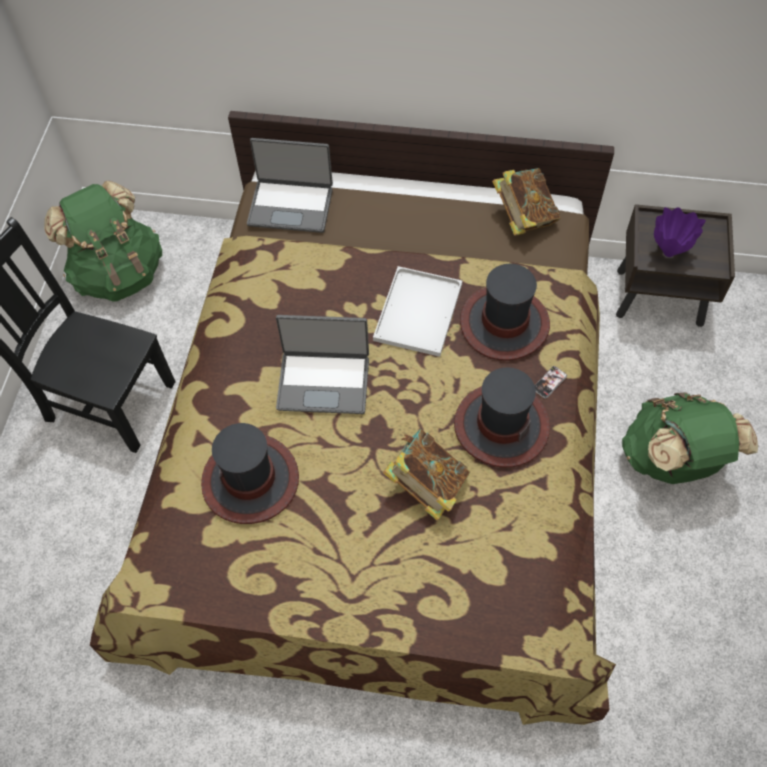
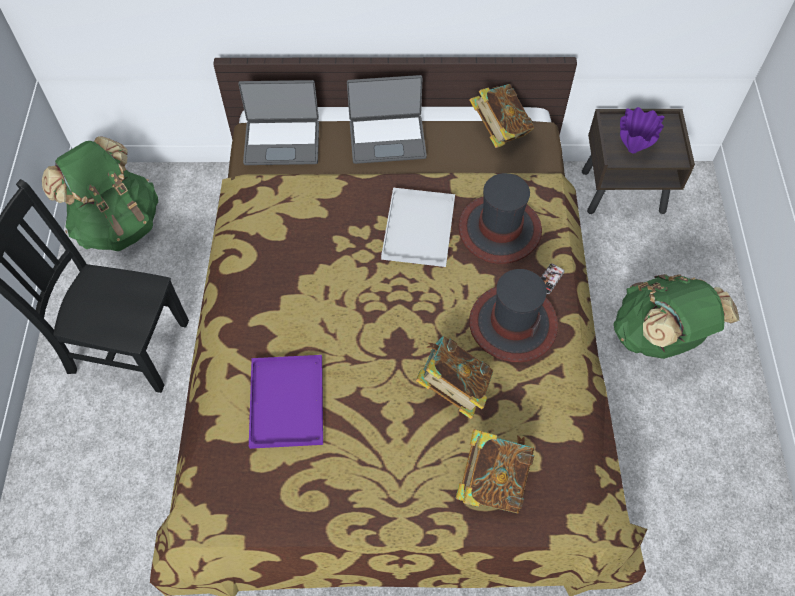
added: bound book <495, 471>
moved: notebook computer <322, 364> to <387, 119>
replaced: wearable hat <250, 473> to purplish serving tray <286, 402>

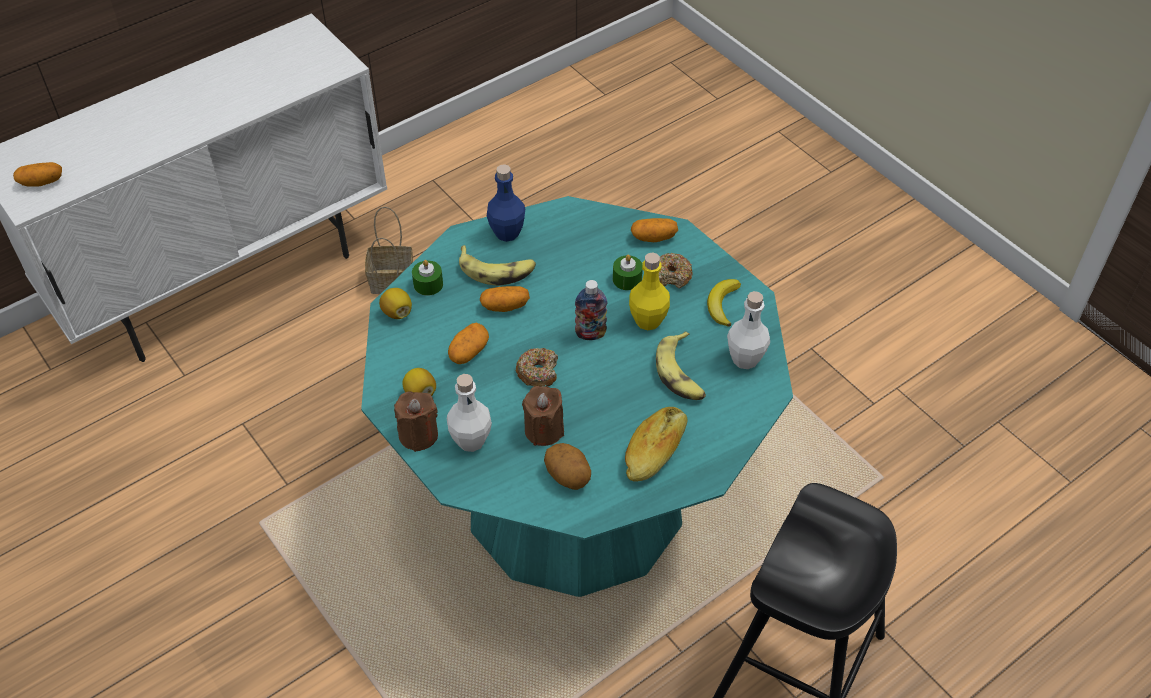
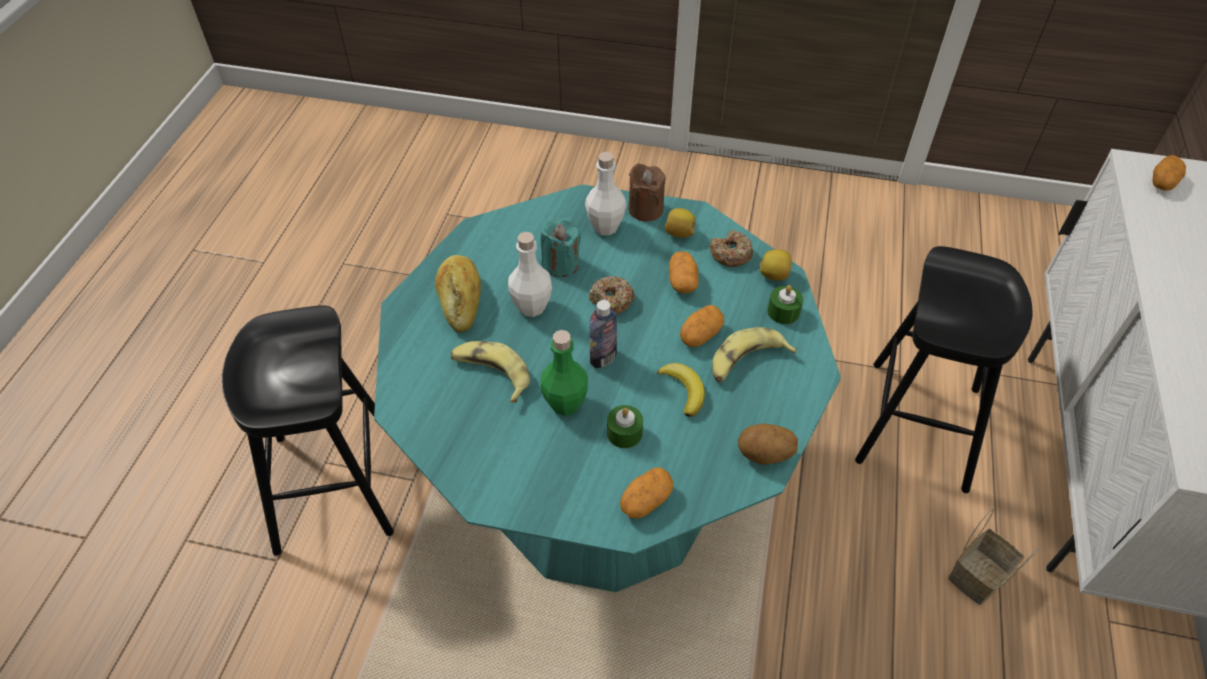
removed: blue-coloured beverage bottle <506, 203>
added: black sitting stool <944, 369>
moved: whole potato <567, 466> to <768, 444>; doughnut <676, 270> to <731, 248>; banana fruit <724, 303> to <681, 390>; whitish beverage bottle <748, 330> to <530, 274>
recoloured: brownish candle <543, 416> to turquoise candle <561, 247>; yellow-coloured beverage bottle <649, 291> to greenish beverage bottle <564, 373>

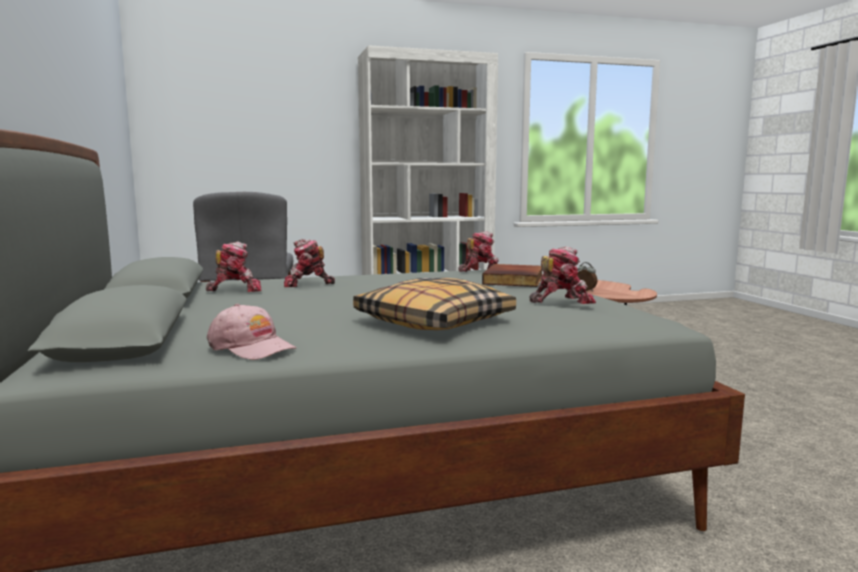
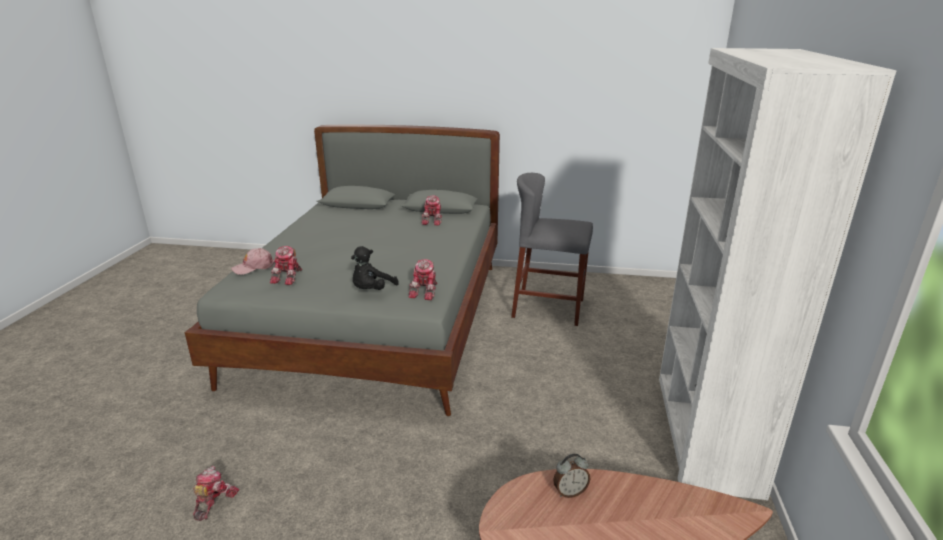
removed: throw pillow <434, 304>
moved: pinkish peaked cap <251, 332> to <253, 261>; model robot <309, 263> to <216, 493>
replaced: bound book <512, 275> to black cuddly toy <375, 268>

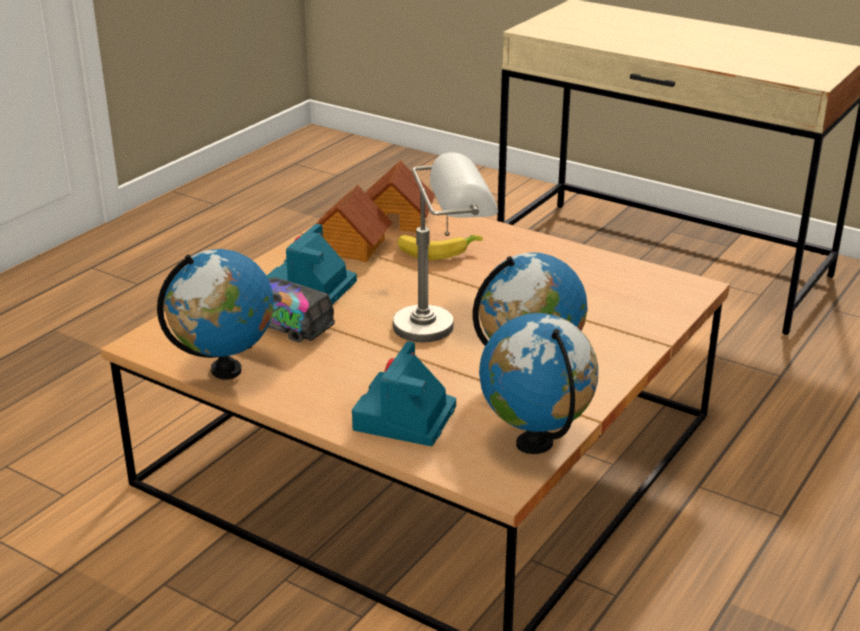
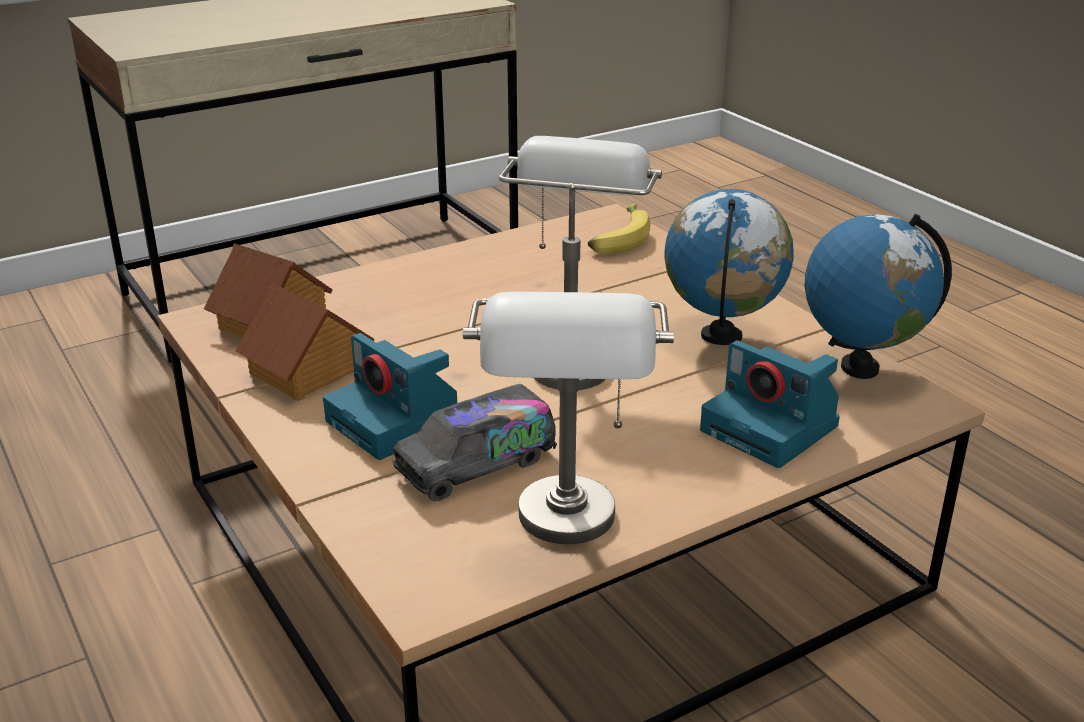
moved: banana fruit <440, 247> to <619, 229>
replaced: desk globe <215, 314> to grey table lamp <568, 418>

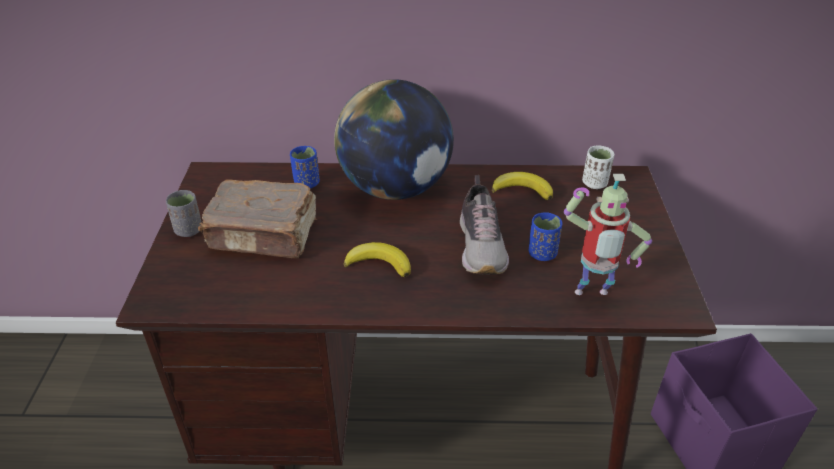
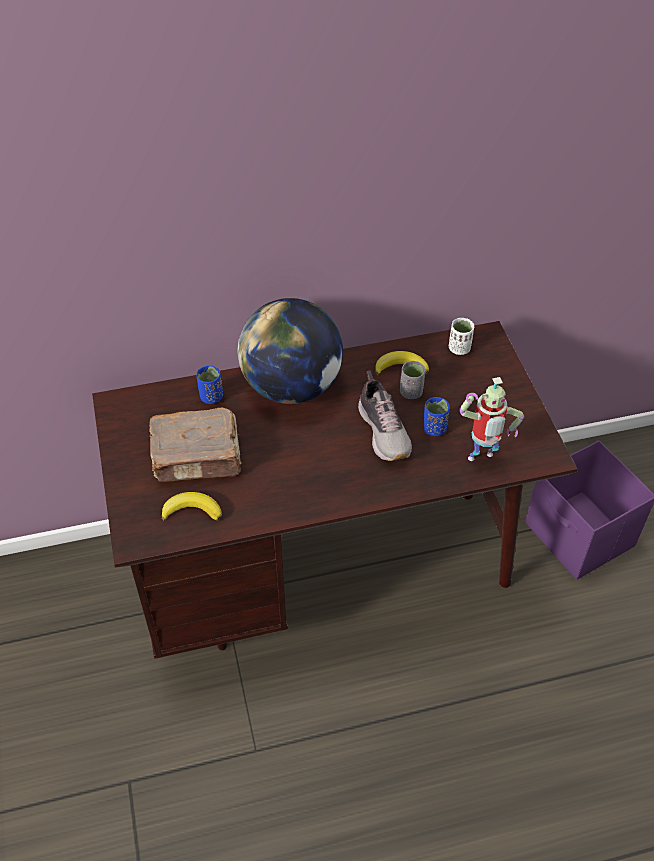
moved: grey small cup <183, 213> to <412, 380>; banana fruit <377, 259> to <192, 506>

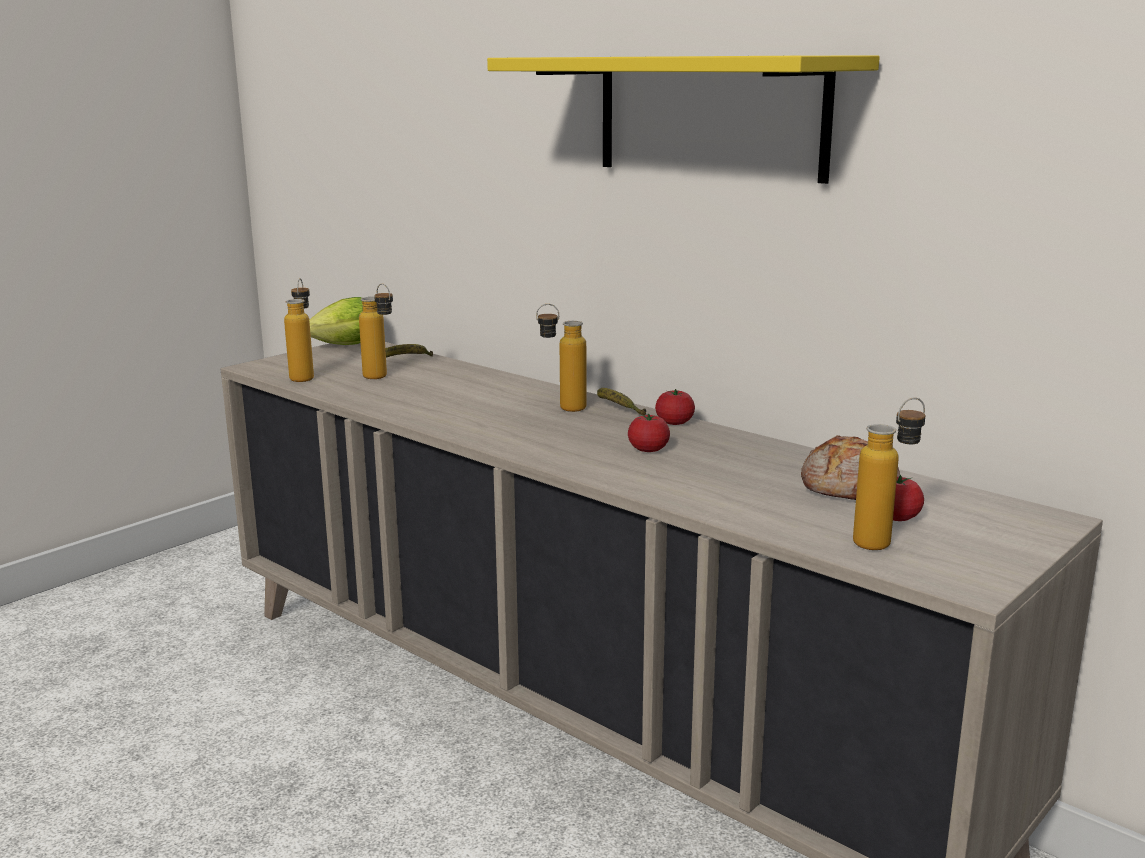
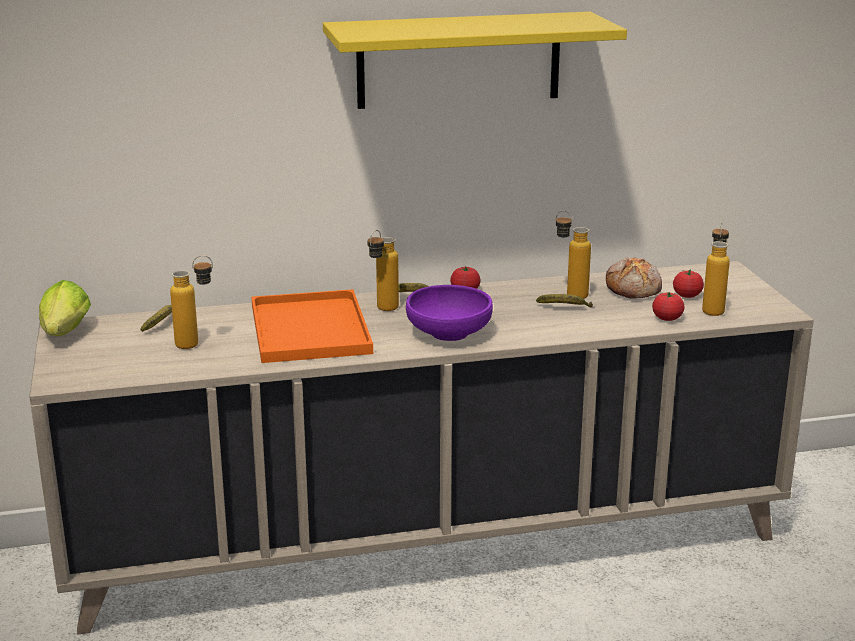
added: orangey serving tray <312, 326>; purplish deep dish <449, 313>; banana fruit <564, 300>
moved: beverage bottle <299, 330> to <573, 254>; tomato <649, 432> to <668, 306>

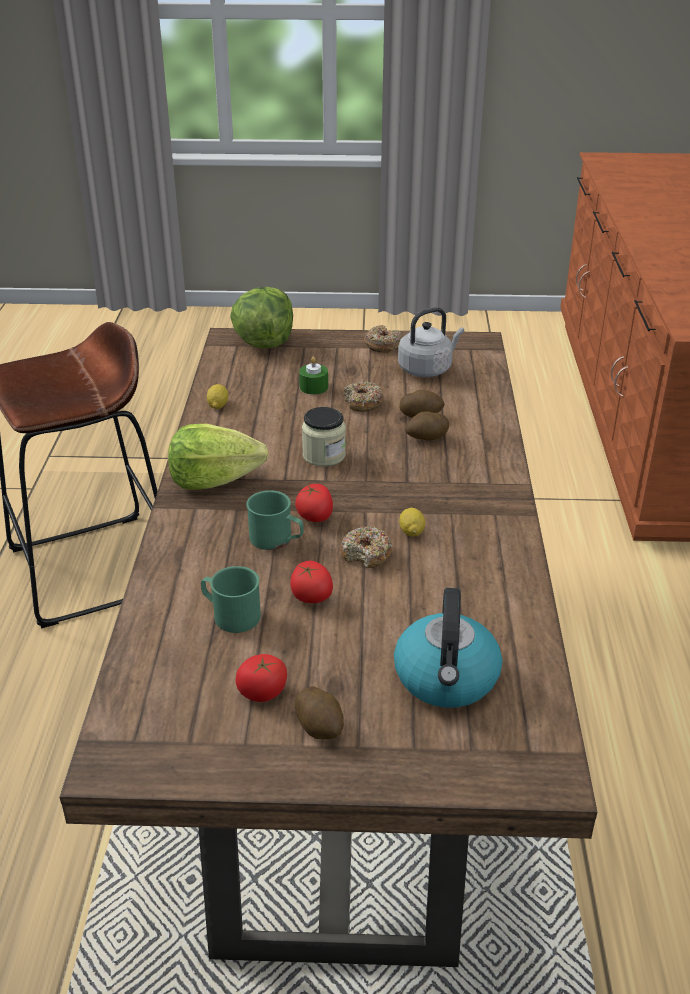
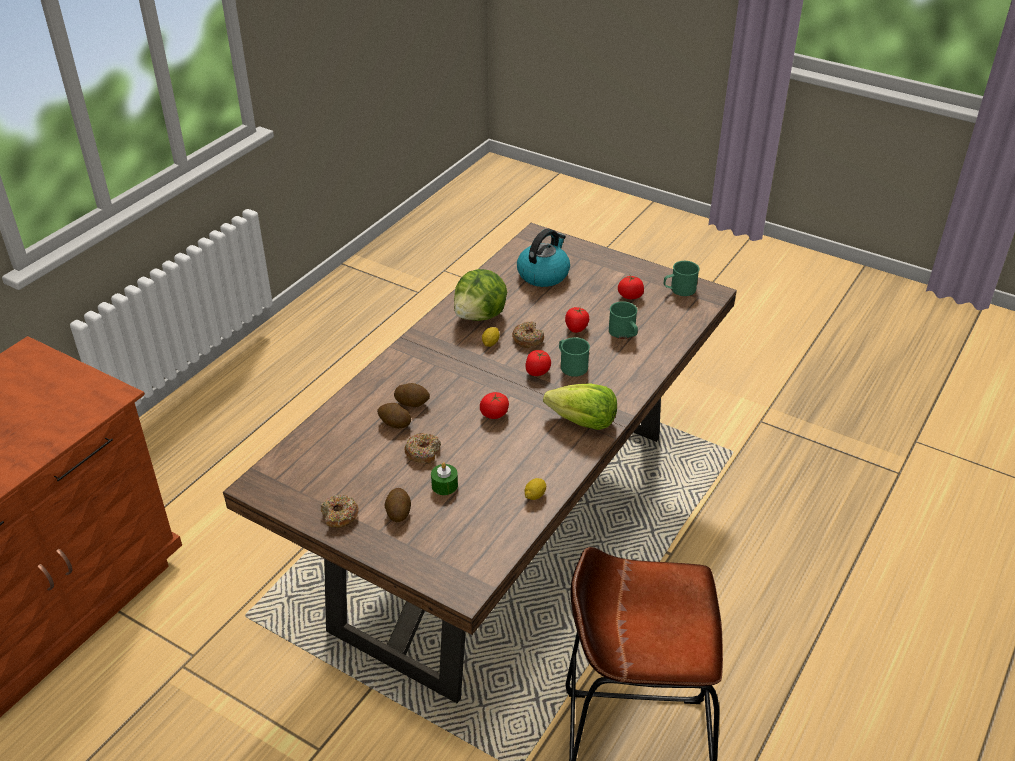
removed: grey tea kettle <431, 342>
added: greenish mug <681, 278>
moved: lettuce head <261, 318> to <480, 295>; whole potato <319, 712> to <398, 505>
replaced: storage jar <324, 437> to tomato <494, 405>

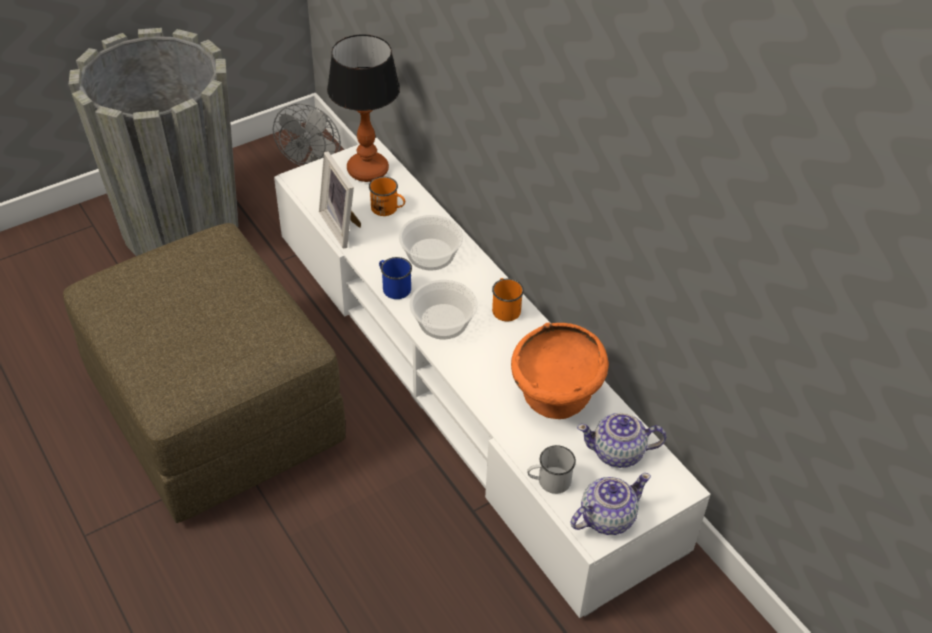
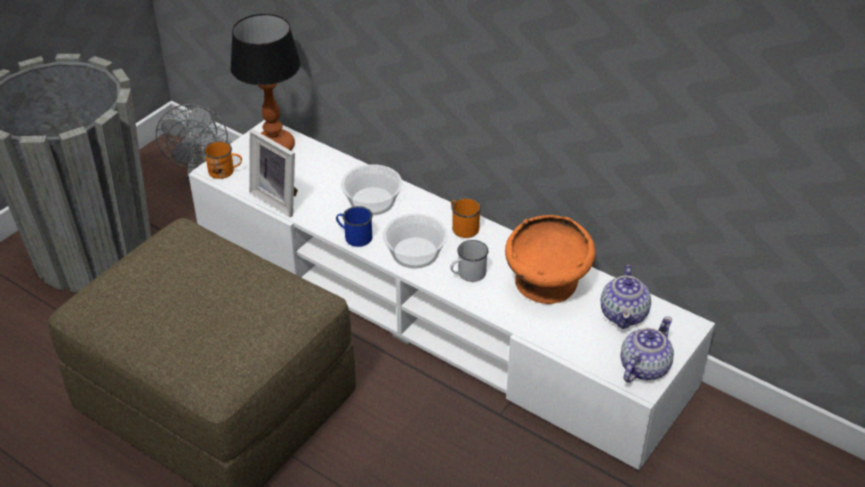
moved: orangey mug <387, 196> to <223, 160>; whitish mug <551, 469> to <469, 261>
turned: pot for tea <621, 440> = <626, 296> 60 degrees counterclockwise

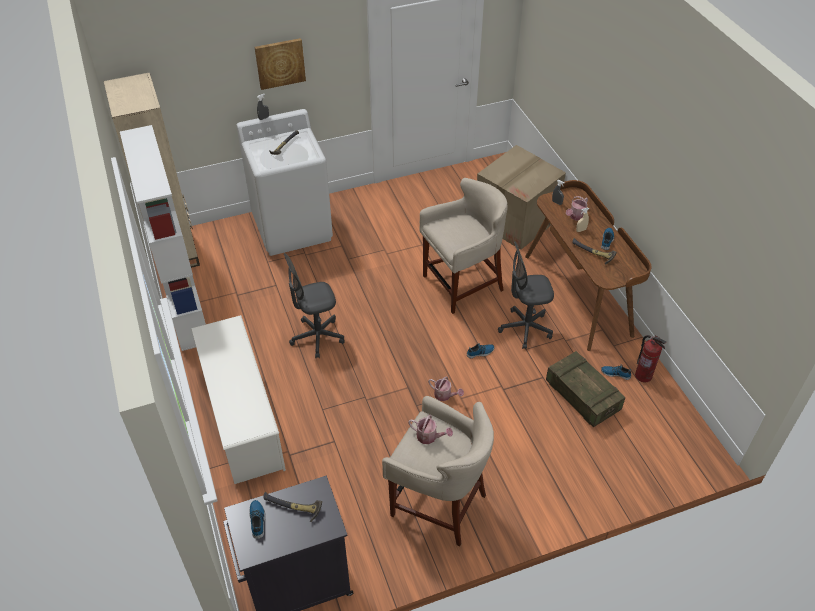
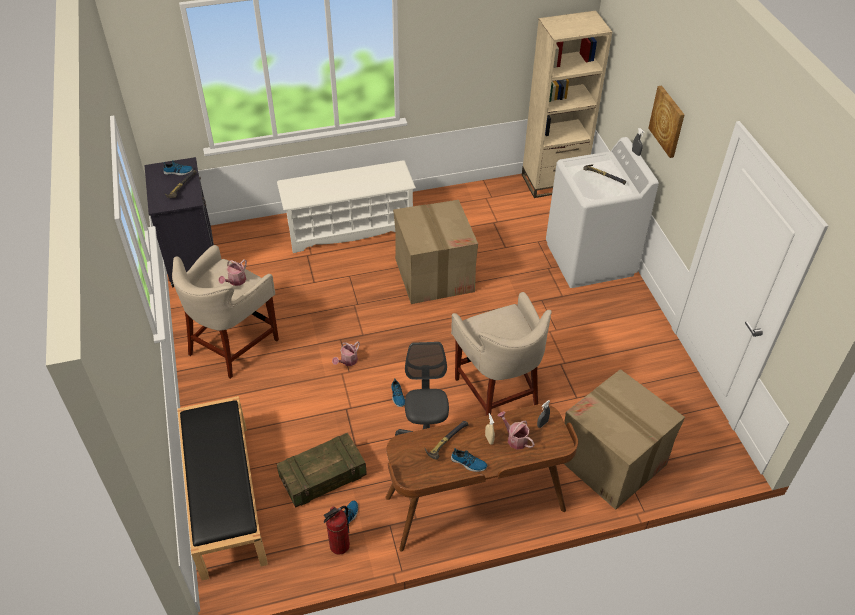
removed: whitish shelving unit <163, 238>
added: black indoor bench <222, 488>
replaced: grey desk chair <314, 305> to carton <435, 252>

